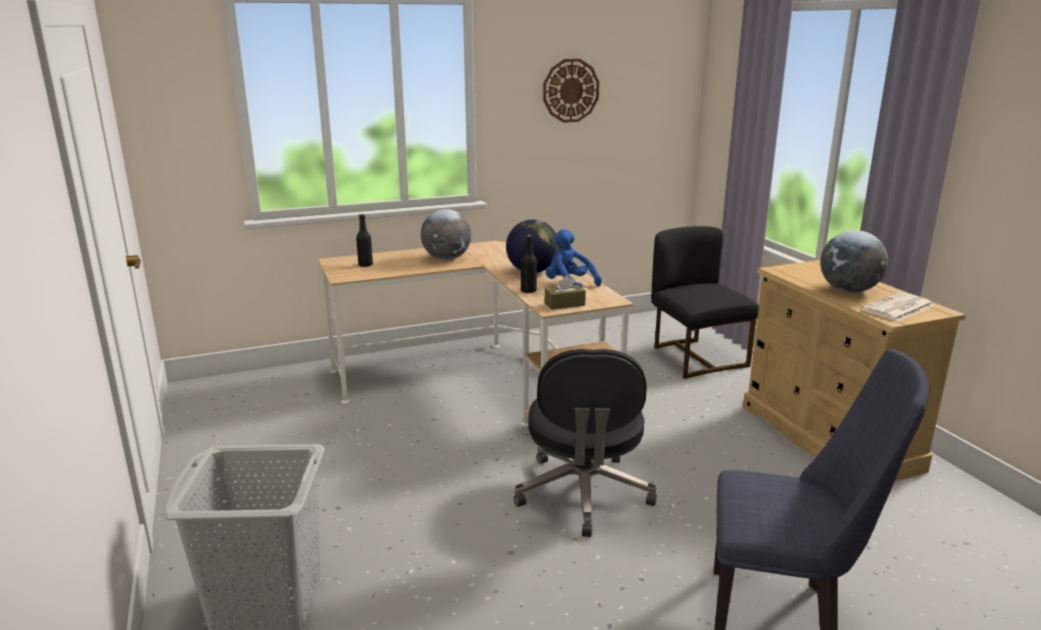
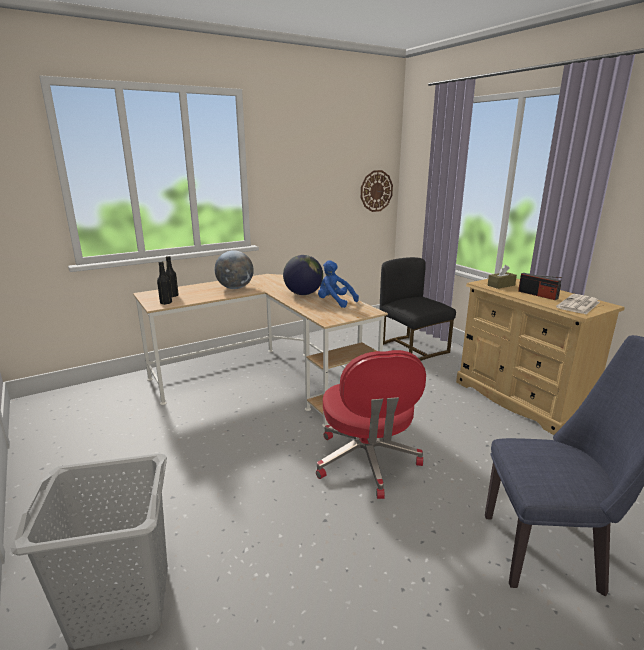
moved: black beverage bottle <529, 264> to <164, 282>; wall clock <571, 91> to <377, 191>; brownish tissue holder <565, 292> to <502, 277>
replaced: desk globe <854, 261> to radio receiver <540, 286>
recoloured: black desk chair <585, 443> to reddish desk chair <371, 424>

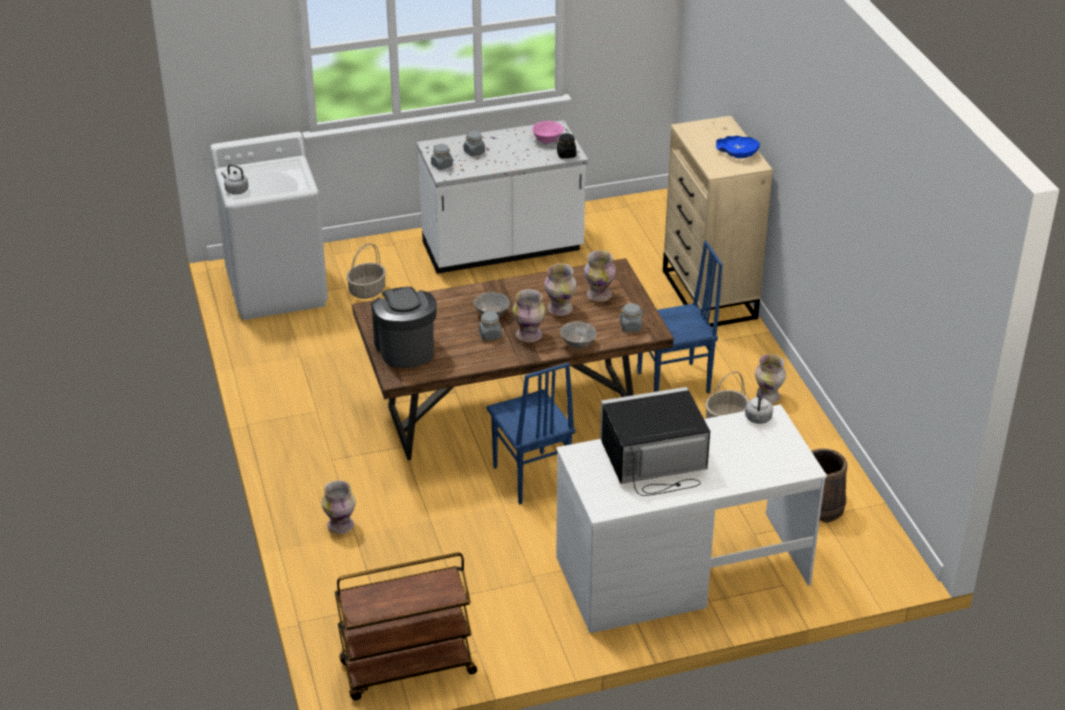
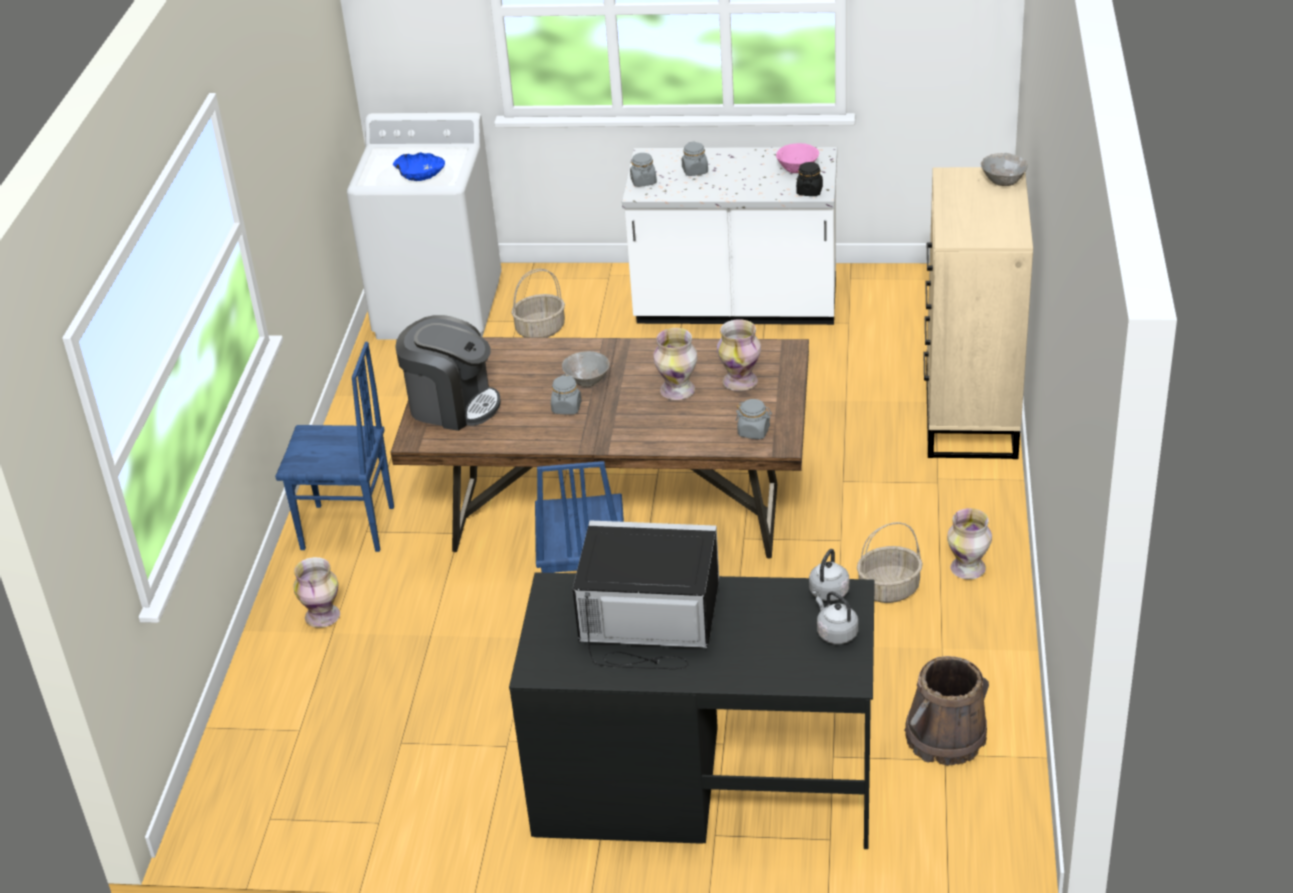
removed: brownish trolley <406, 626>; flower vase <529, 315>
moved: grey tea kettle <234, 179> to <837, 618>; grey deep dish <578, 335> to <1004, 169>; blue-coloured upright chair <680, 317> to <334, 447>; blue-coloured deep dish <738, 147> to <419, 166>
recoloured: whitish desk <691, 518> to black desk <692, 710>
turned: coffee brewer <404, 327> = <448, 373> 105 degrees clockwise

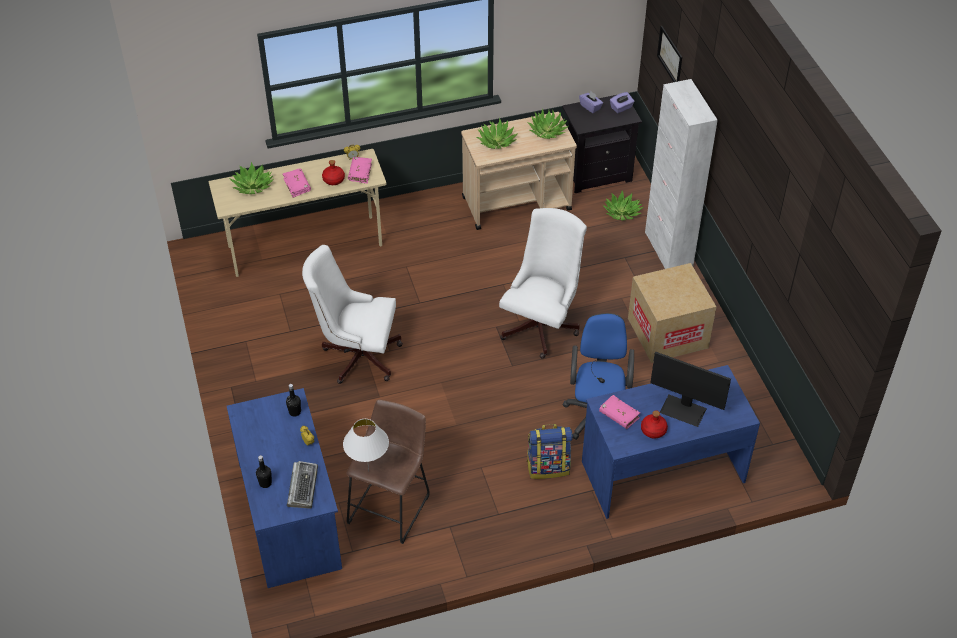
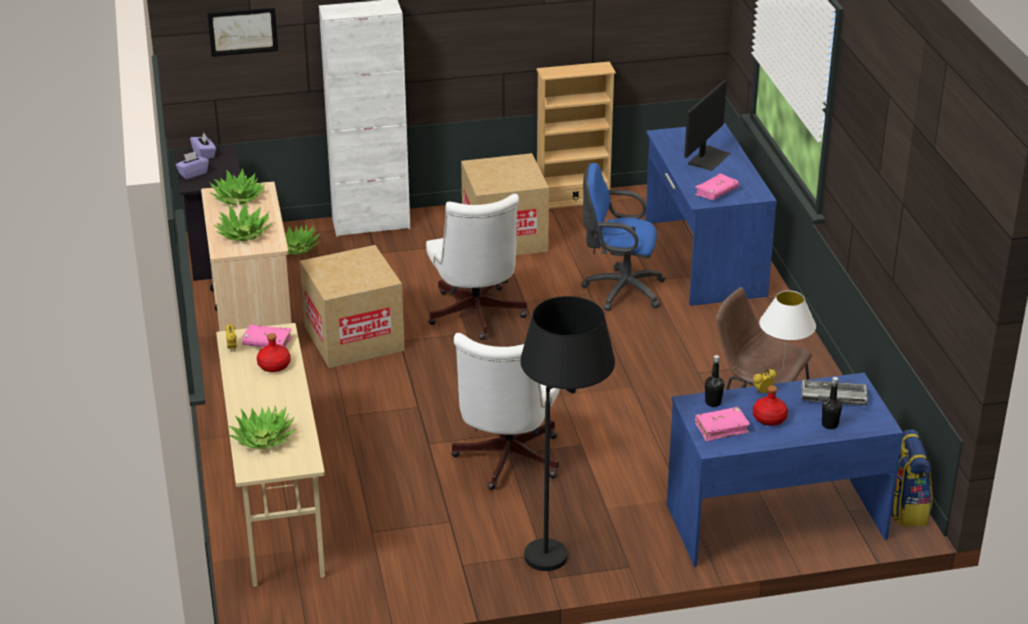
added: carton <352, 306>; black standard lamp <568, 433>; sand-coloured shelving unit <576, 135>
moved: pinkish bound book <296, 183> to <722, 424>; backpack <550, 451> to <912, 478>; reddish beverage bottle <654, 424> to <770, 406>
turned: whitish desk chair <543, 283> = <476, 267> 135 degrees counterclockwise

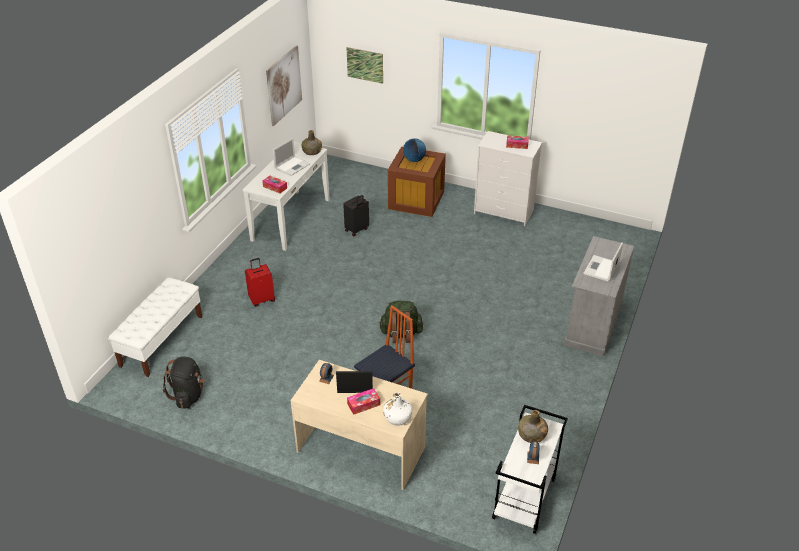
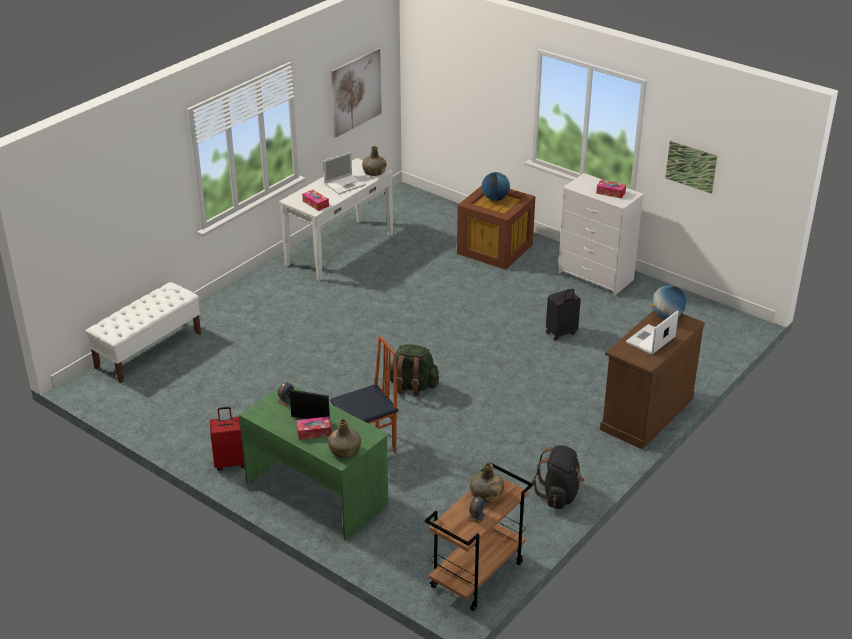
added: desk globe <668, 302>
moved: black backpack <183, 383> to <558, 477>; reddish piece of luggage <260, 282> to <227, 439>; black piece of luggage <356, 215> to <563, 315>; wall picture <364, 65> to <691, 167>
recoloured: sand-coloured desk <359, 425> to greenish desk <314, 461>; whitish beverage bottle <397, 409> to greenish beverage bottle <344, 438>; whitish trolley <530, 469> to brownish trolley <479, 537>; grey cabinet <599, 296> to brownish cabinet <652, 380>

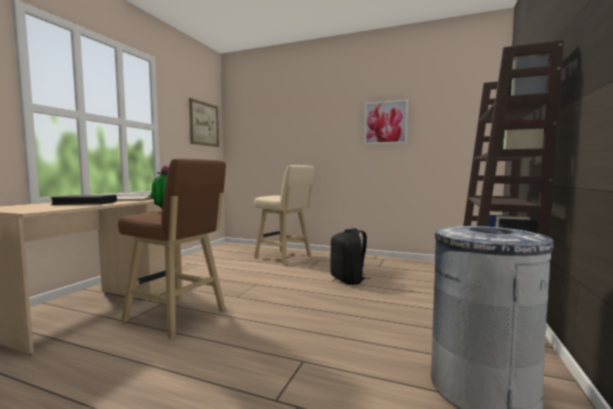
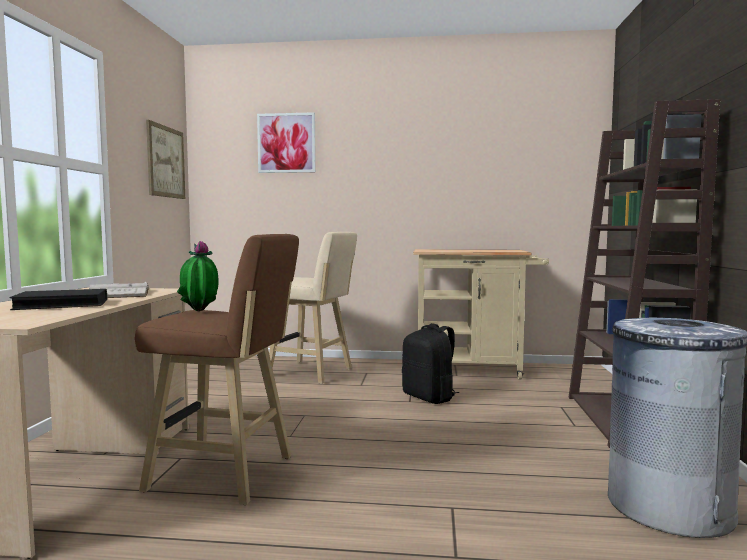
added: sand-coloured trolley <481, 314>
moved: wall picture <386, 122> to <286, 142>

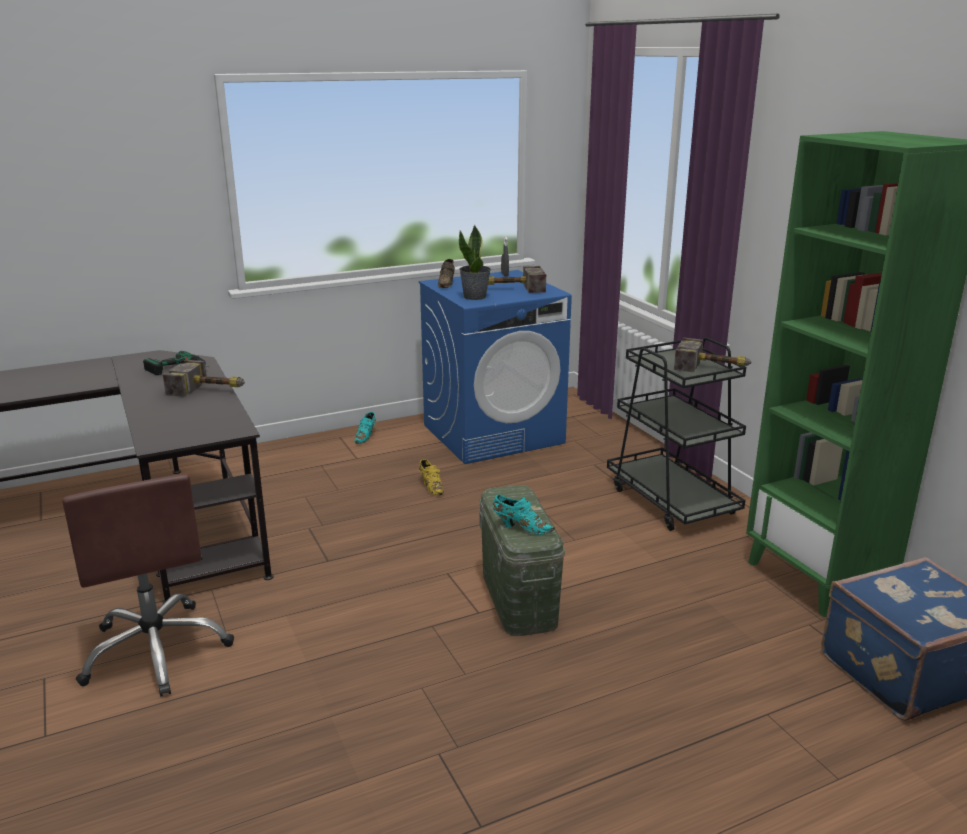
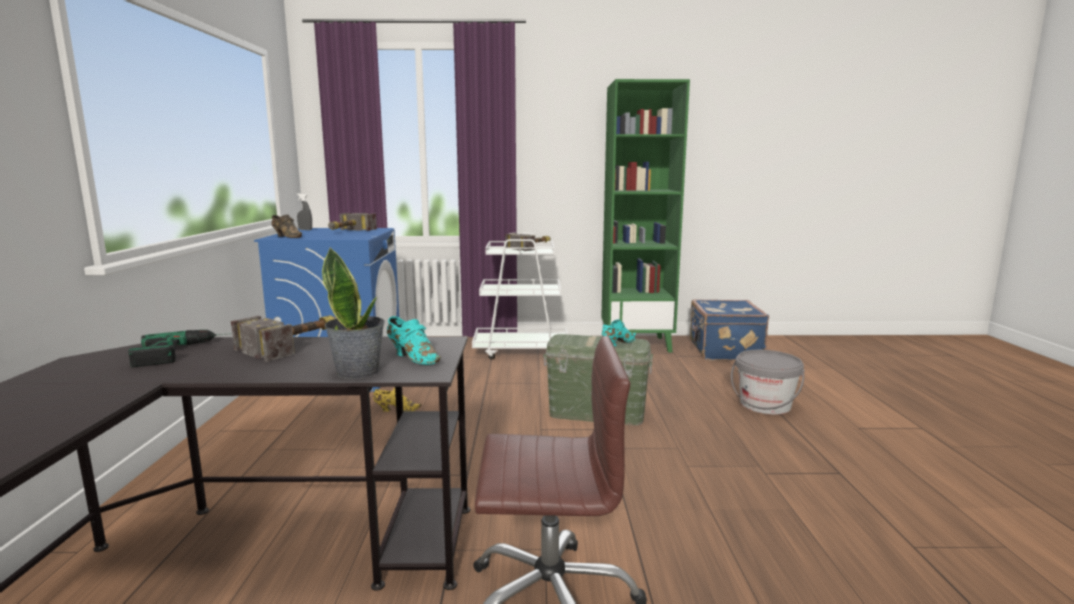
added: grey water bucket <768, 382>
moved: turquoise low shoe <365, 428> to <414, 340>; potted plant <475, 262> to <353, 313>
recoloured: black trolley <676, 434> to whitish trolley <520, 296>

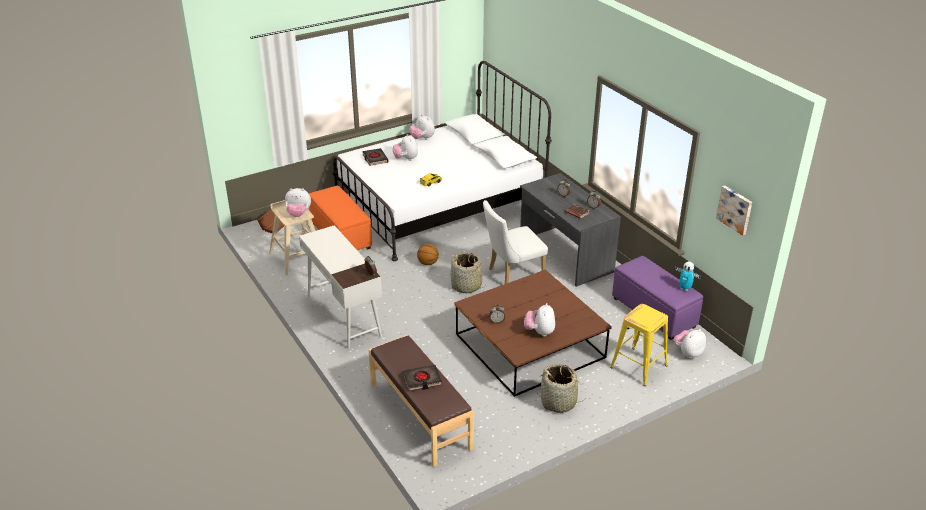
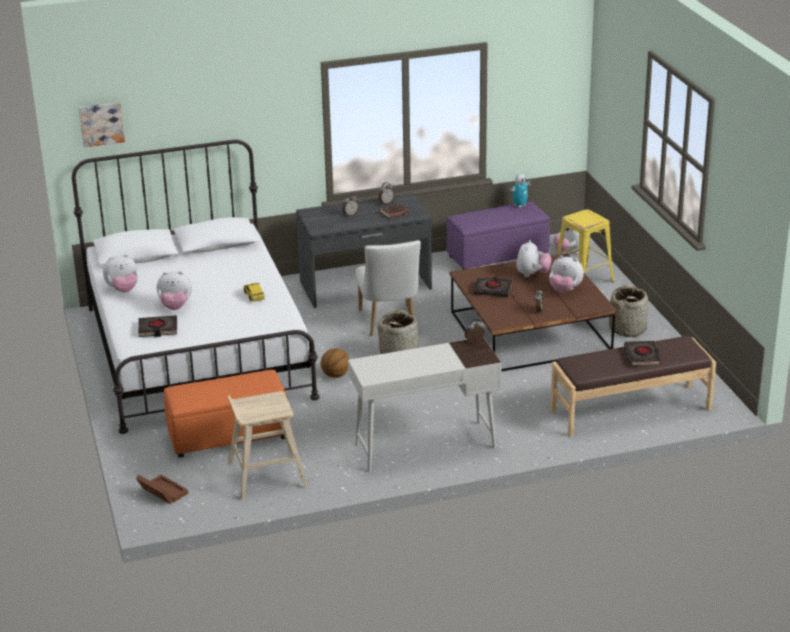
added: black bound book <492, 287>
moved: cuddly toy <298, 202> to <533, 258>; wall picture <734, 211> to <102, 124>

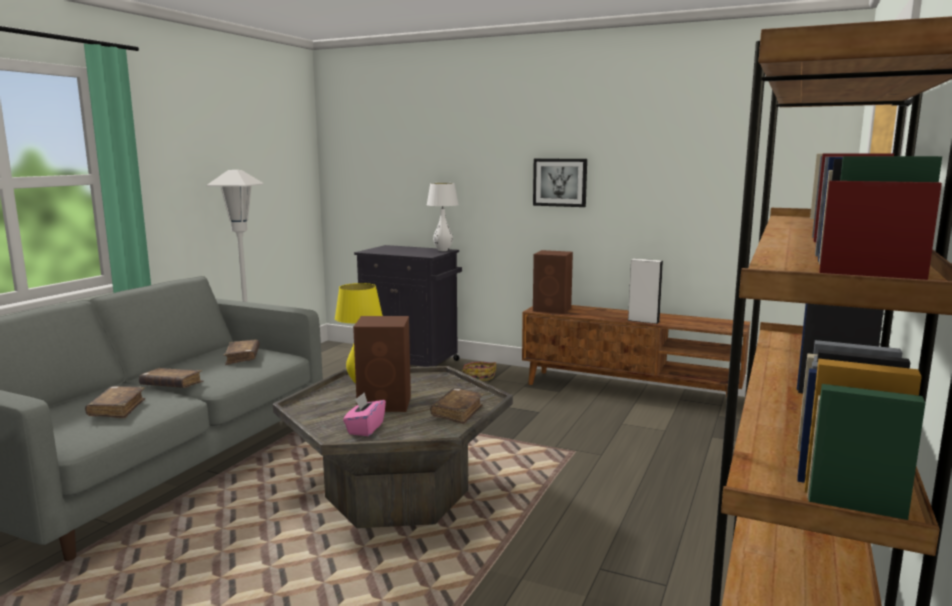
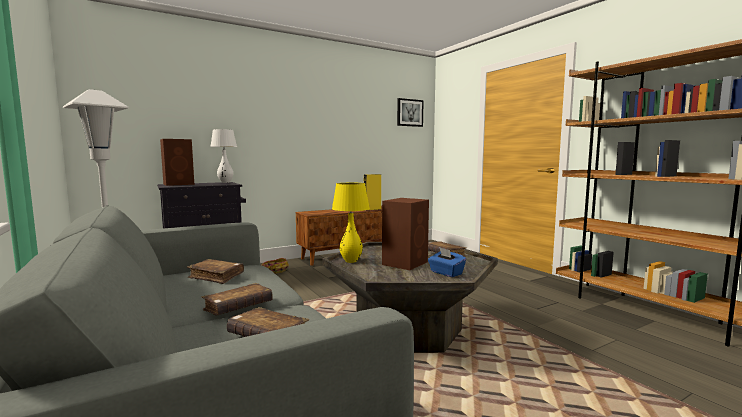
moved: wall picture <560, 183> to <410, 112>; brownish audio speaker <553, 282> to <177, 162>
recoloured: pinkish tissue holder <364, 414> to blue-coloured tissue holder <447, 262>; whitish audio speaker <645, 291> to yellow-coloured audio speaker <372, 192>

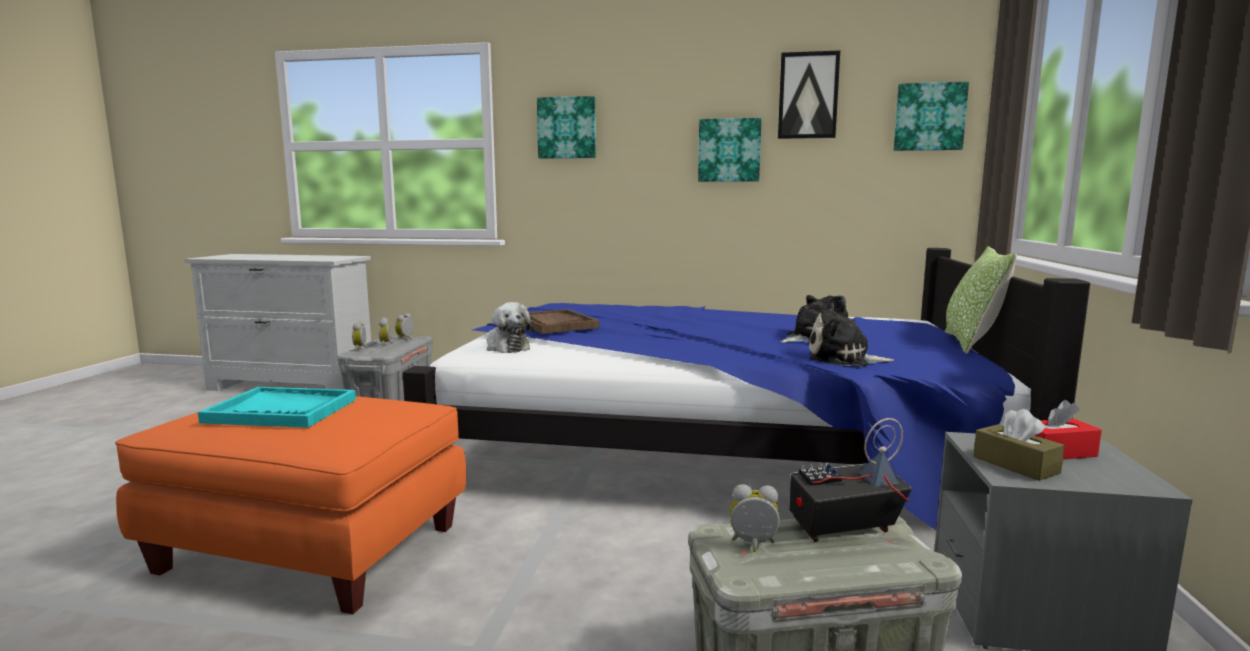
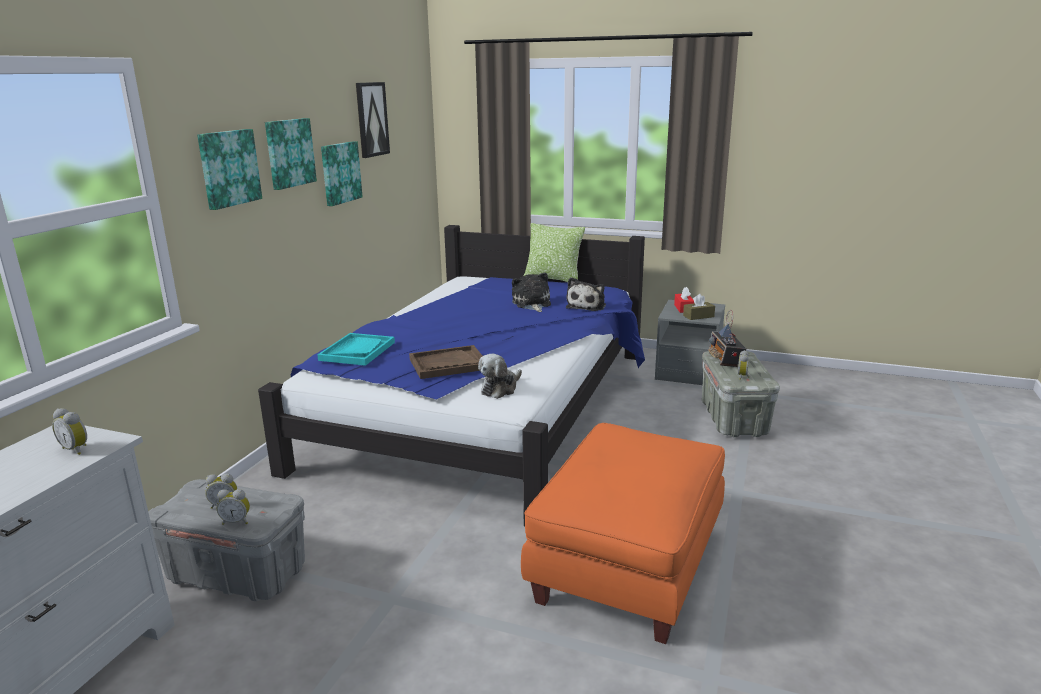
moved: turquoise serving tray <277, 407> to <356, 349>; alarm clock <404, 326> to <69, 431>; wall picture <931, 116> to <291, 154>
turned: cuddly toy <510, 327> = <500, 376> 150 degrees clockwise

